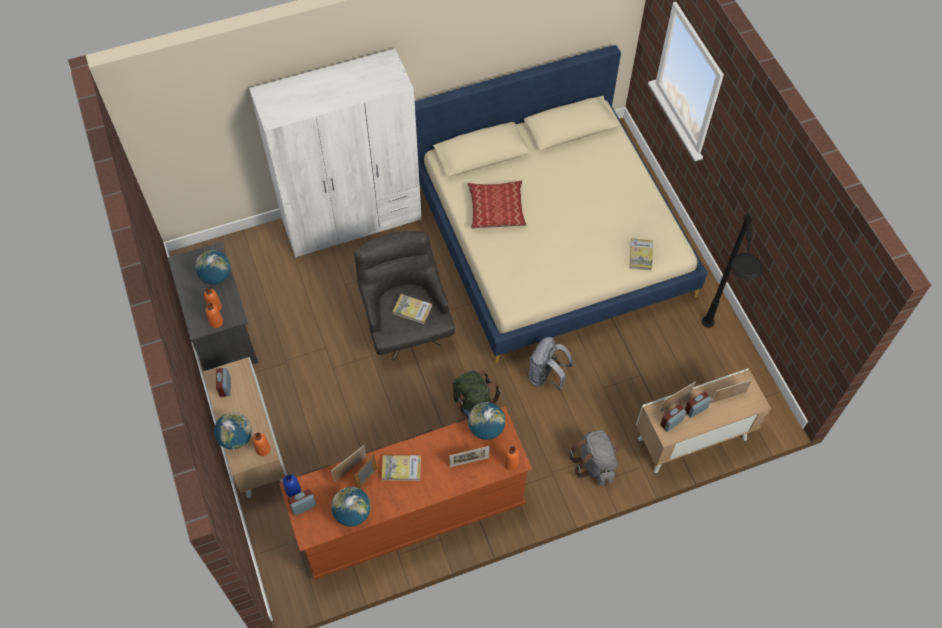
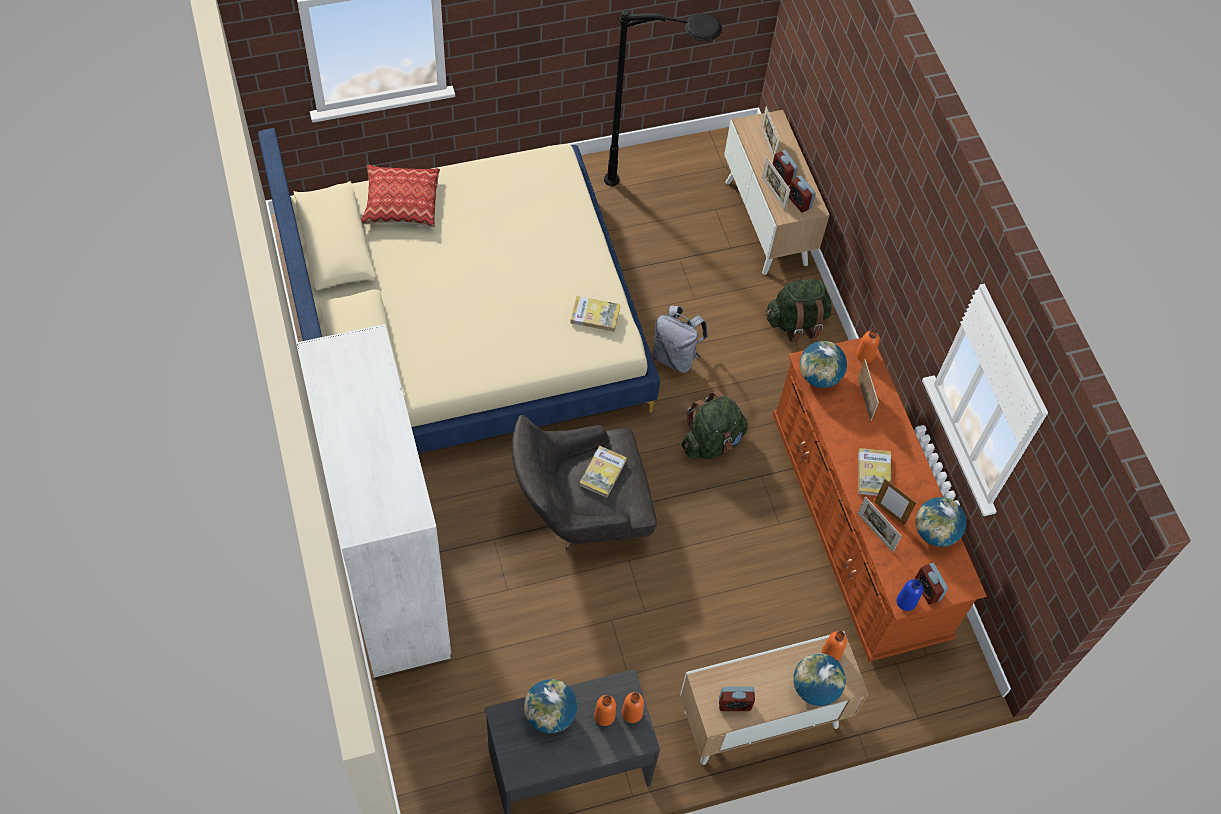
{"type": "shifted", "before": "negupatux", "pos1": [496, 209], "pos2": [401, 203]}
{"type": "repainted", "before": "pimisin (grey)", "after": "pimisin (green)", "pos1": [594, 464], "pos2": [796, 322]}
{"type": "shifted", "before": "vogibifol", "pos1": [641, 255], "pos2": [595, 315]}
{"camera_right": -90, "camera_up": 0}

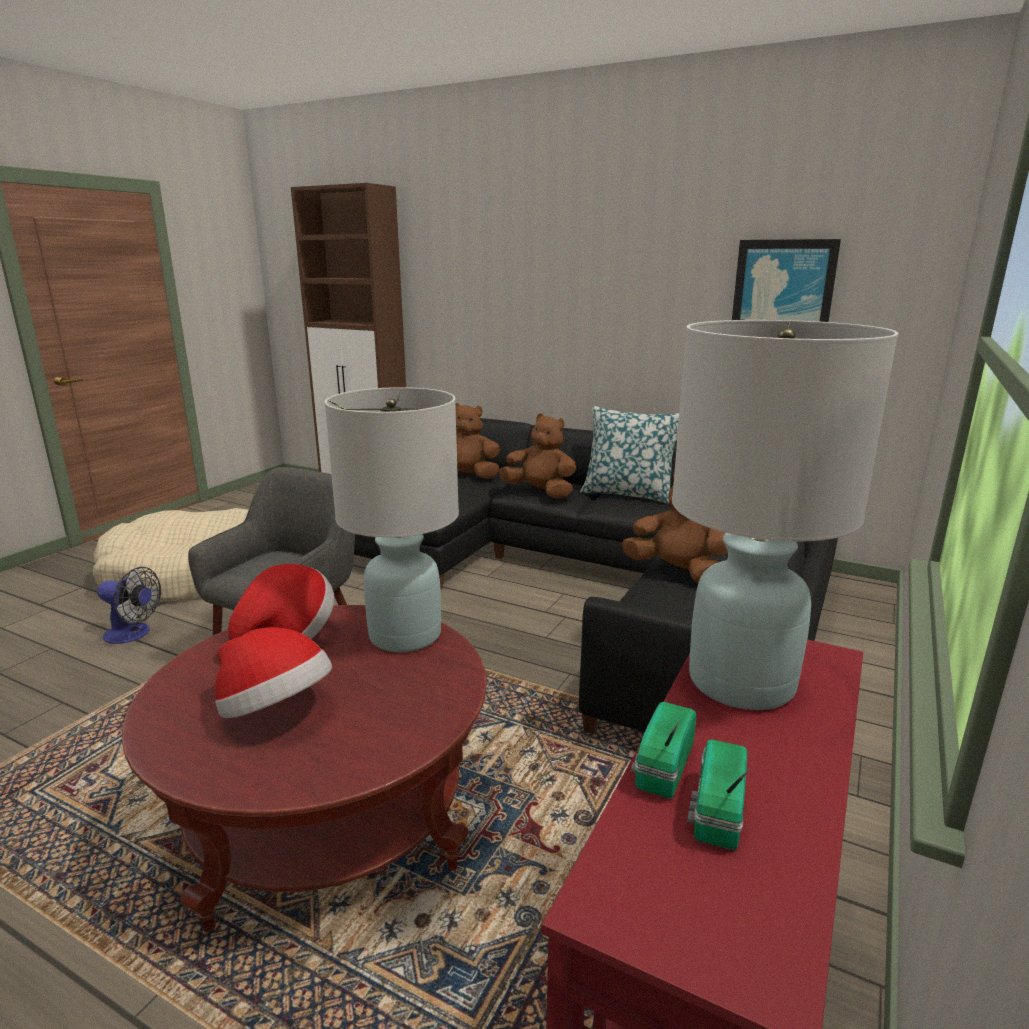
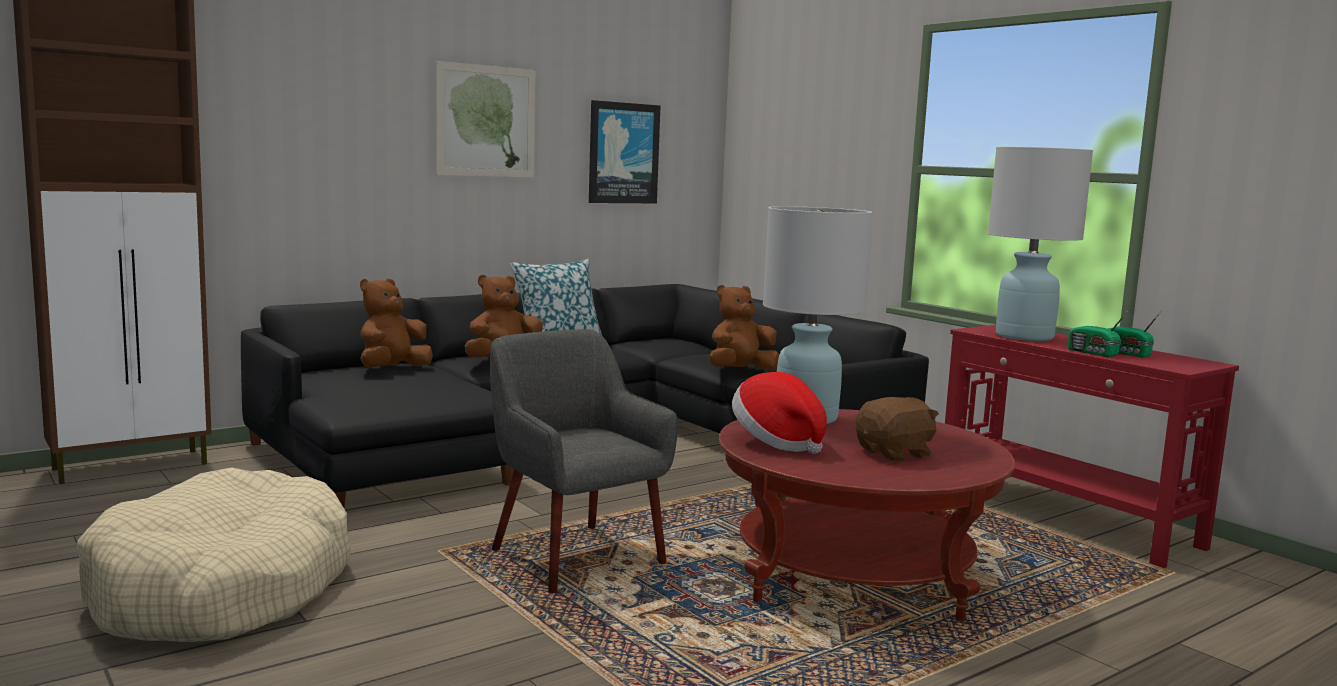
{"type": "gone", "before": "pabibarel", "pos1": [133, 634]}
{"type": "swapped", "before": "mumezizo", "after": "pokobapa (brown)", "pos1": [275, 710], "pos2": [895, 454]}
{"type": "new", "after": "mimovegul", "pos2": [486, 121]}
{"camera_right": -65, "camera_up": -10}

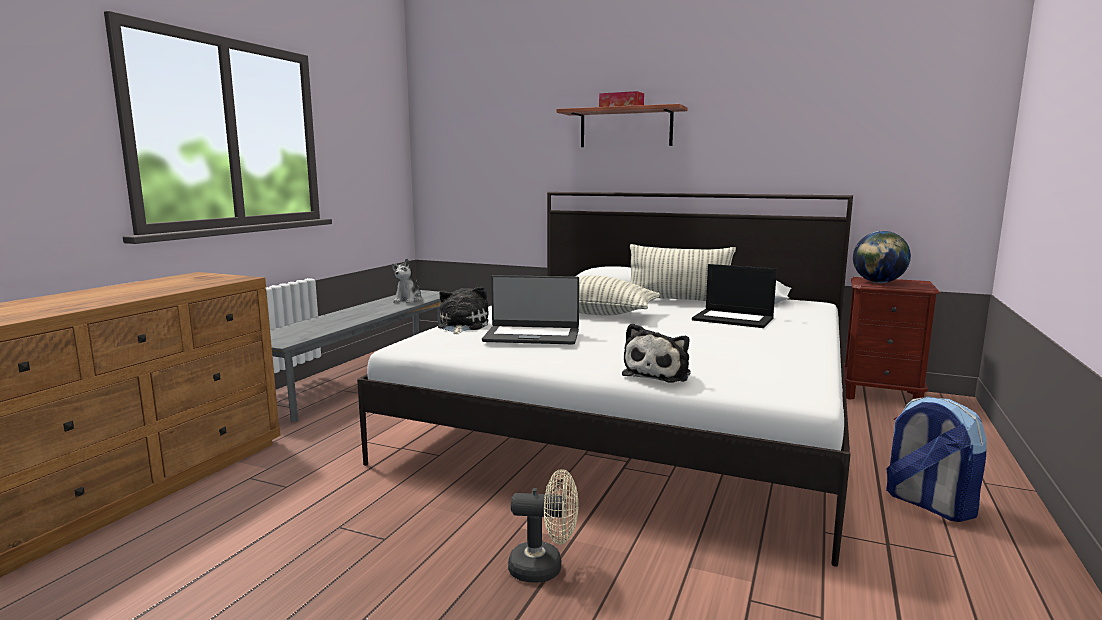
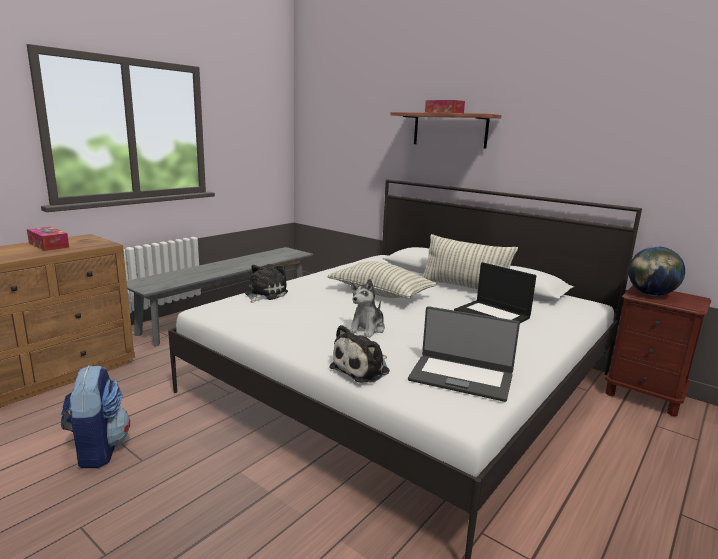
{"type": "shifted", "before": "pokobapa", "pos1": [408, 300], "pos2": [367, 329]}
{"type": "shifted", "before": "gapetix", "pos1": [532, 336], "pos2": [461, 377]}
{"type": "gone", "before": "pabibarel (beige)", "pos1": [544, 568]}
{"type": "shifted", "before": "pimisin", "pos1": [927, 504], "pos2": [98, 449]}
{"type": "new", "after": "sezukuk", "pos2": [48, 245]}
{"camera_right": 15, "camera_up": 5}

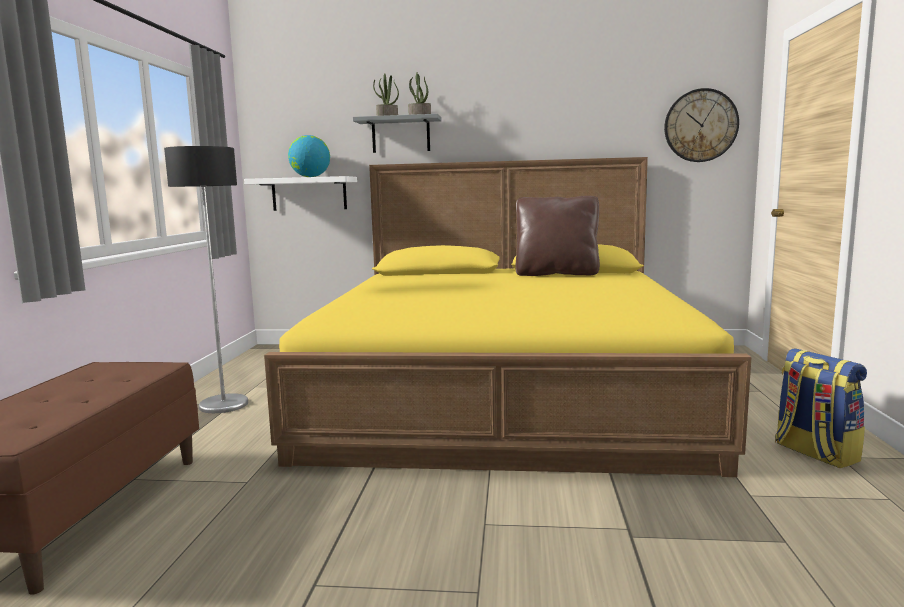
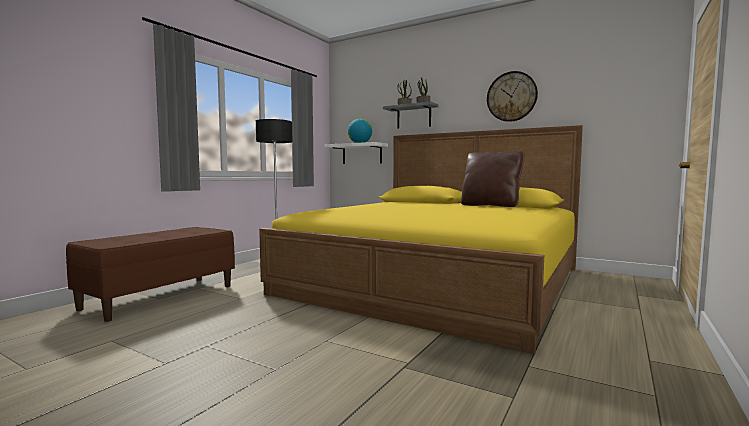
{"type": "shifted", "before": "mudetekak", "pos1": [700, 125], "pos2": [511, 96]}
{"type": "gone", "before": "pimisin", "pos1": [814, 453]}
{"camera_right": 25, "camera_up": -5}

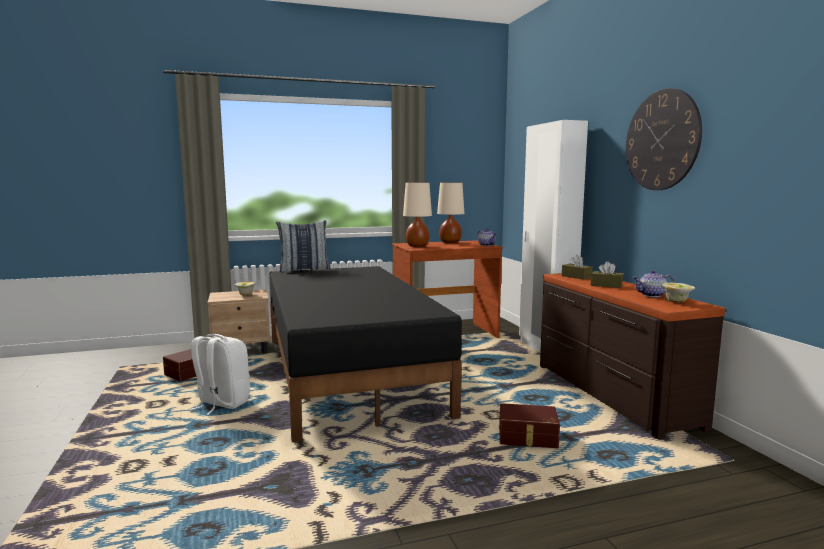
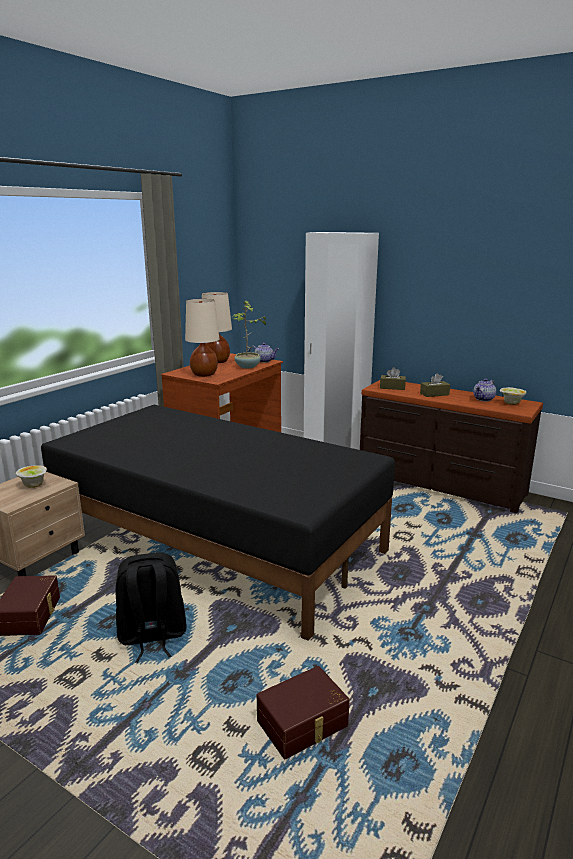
{"type": "repainted", "before": "pimisin (white)", "after": "pimisin (black)", "pos1": [221, 403], "pos2": [152, 636]}
{"type": "gone", "before": "negupatux", "pos1": [304, 269]}
{"type": "shifted", "before": "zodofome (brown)", "pos1": [528, 438], "pos2": [303, 725]}
{"type": "gone", "before": "mudetekak", "pos1": [661, 140]}
{"type": "new", "after": "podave", "pos2": [247, 367]}
{"camera_right": -40, "camera_up": 10}

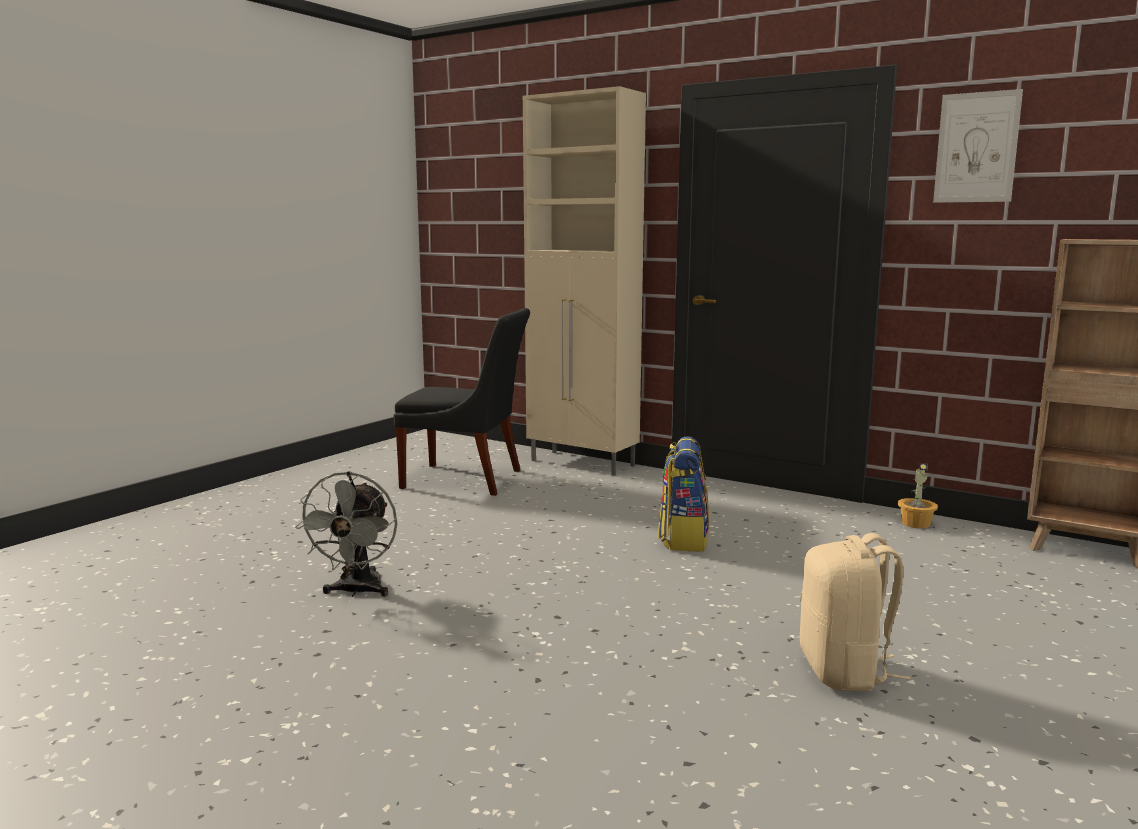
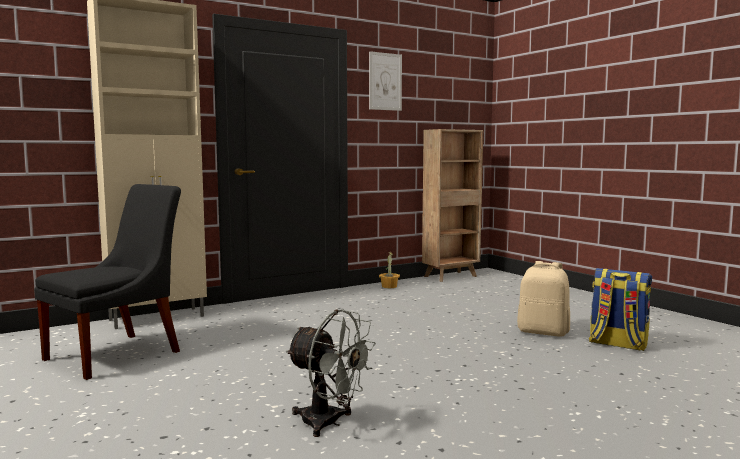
{"type": "shifted", "before": "pimisin", "pos1": [683, 539], "pos2": [617, 344]}
{"camera_right": -65, "camera_up": -5}

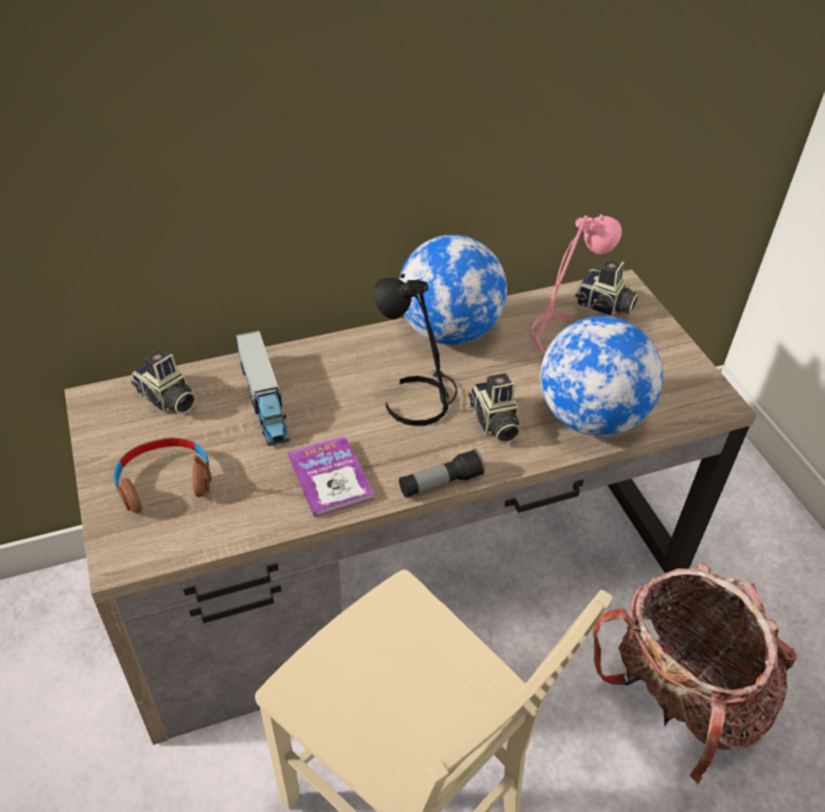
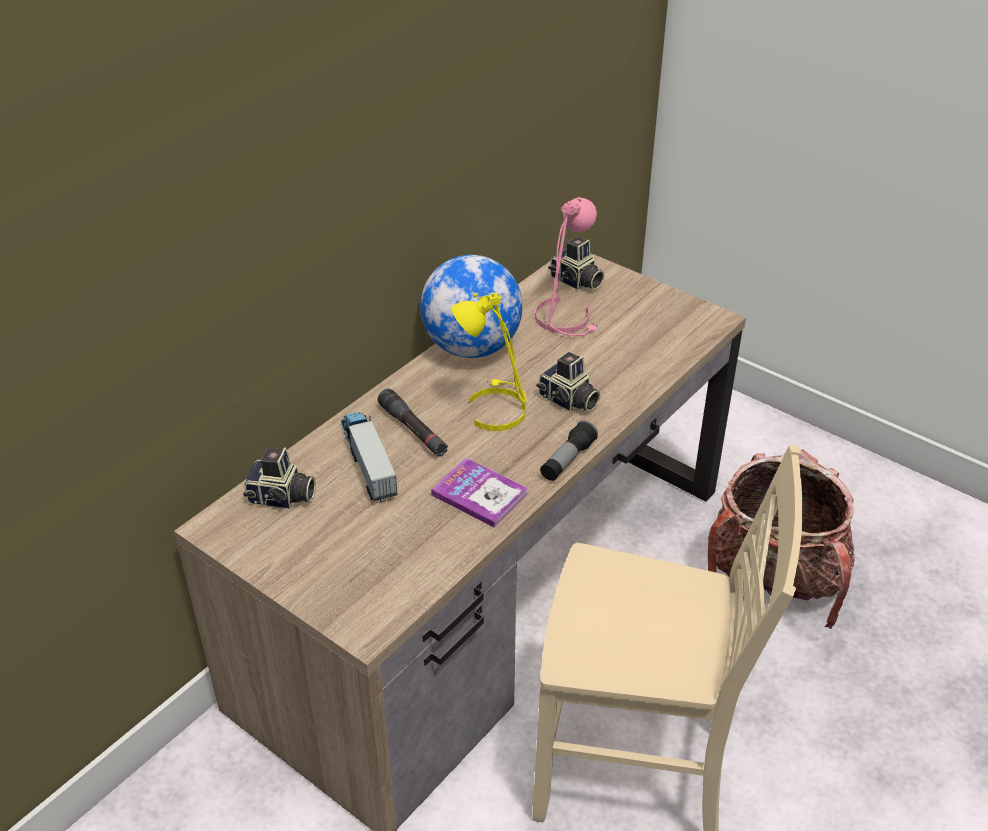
{"type": "gone", "before": "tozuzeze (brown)", "pos1": [164, 482]}
{"type": "rotated", "before": "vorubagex", "pos1": [264, 400], "pos2": [368, 462], "turn": -150}
{"type": "repainted", "before": "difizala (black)", "after": "difizala (yellow)", "pos1": [418, 399], "pos2": [495, 408]}
{"type": "gone", "before": "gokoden", "pos1": [590, 417]}
{"type": "rotated", "before": "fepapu", "pos1": [604, 307], "pos2": [576, 282], "turn": 45}
{"type": "new", "after": "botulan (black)", "pos2": [413, 430]}
{"camera_right": -30, "camera_up": -5}

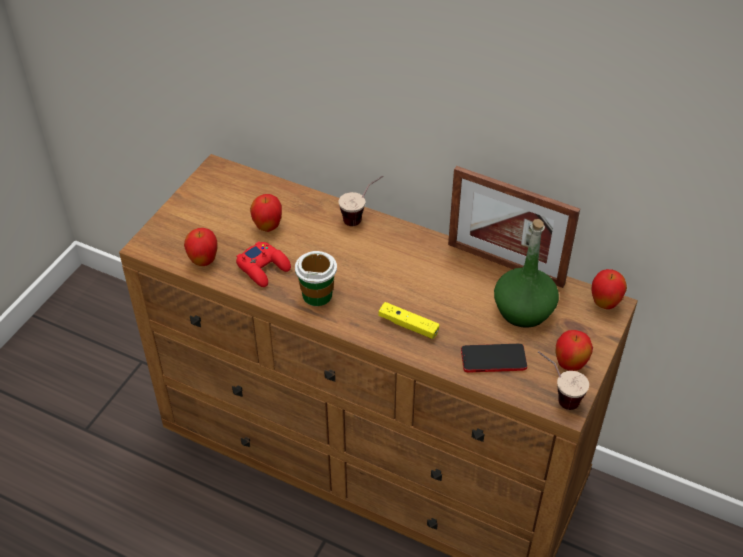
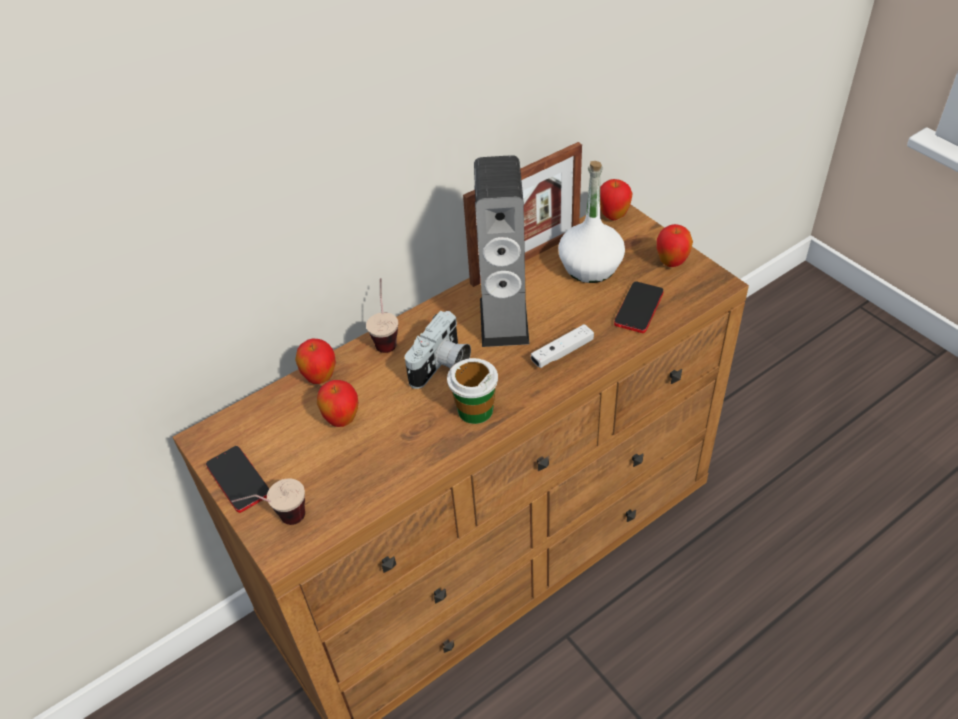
{"type": "shifted", "before": "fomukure", "pos1": [203, 261], "pos2": [320, 378]}
{"type": "gone", "before": "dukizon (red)", "pos1": [264, 268]}
{"type": "repainted", "before": "dukizon (yellow)", "after": "dukizon (white)", "pos1": [408, 325], "pos2": [562, 352]}
{"type": "repainted", "before": "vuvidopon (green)", "after": "vuvidopon (white)", "pos1": [524, 310], "pos2": [590, 267]}
{"type": "shifted", "before": "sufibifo", "pos1": [557, 396], "pos2": [278, 521]}
{"type": "new", "after": "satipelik", "pos2": [238, 479]}
{"type": "new", "after": "fepapu", "pos2": [442, 367]}
{"type": "new", "after": "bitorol", "pos2": [504, 320]}
{"camera_right": -60, "camera_up": 0}

